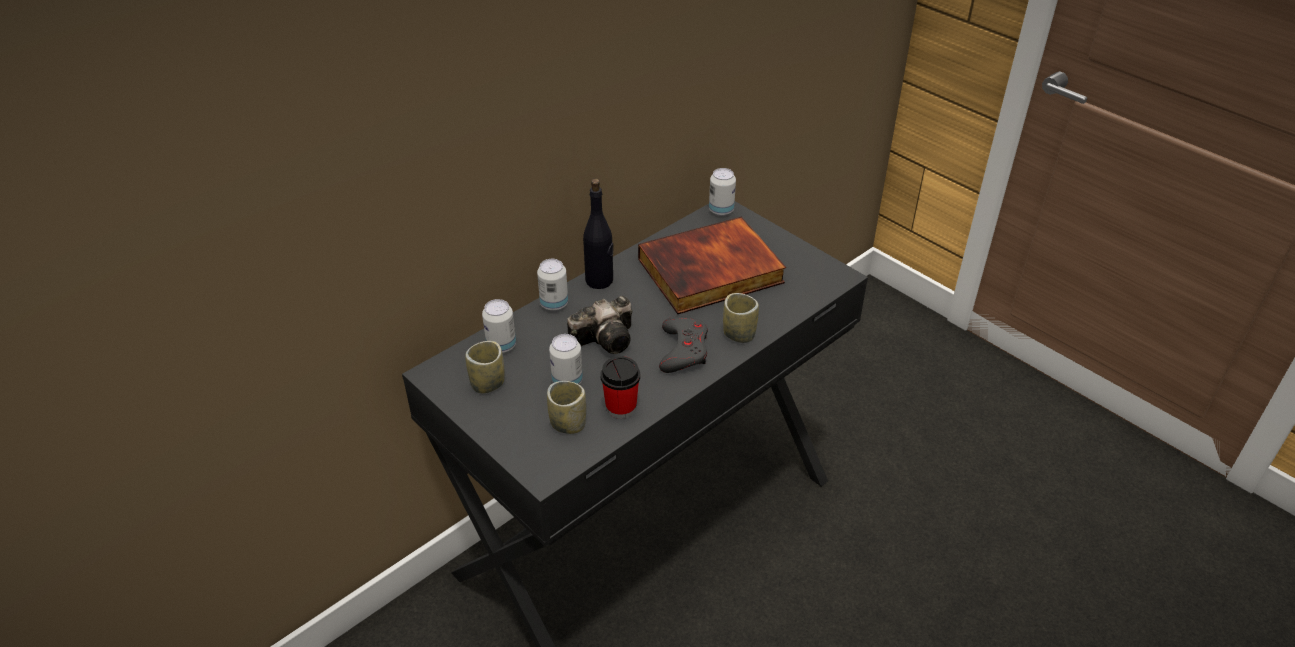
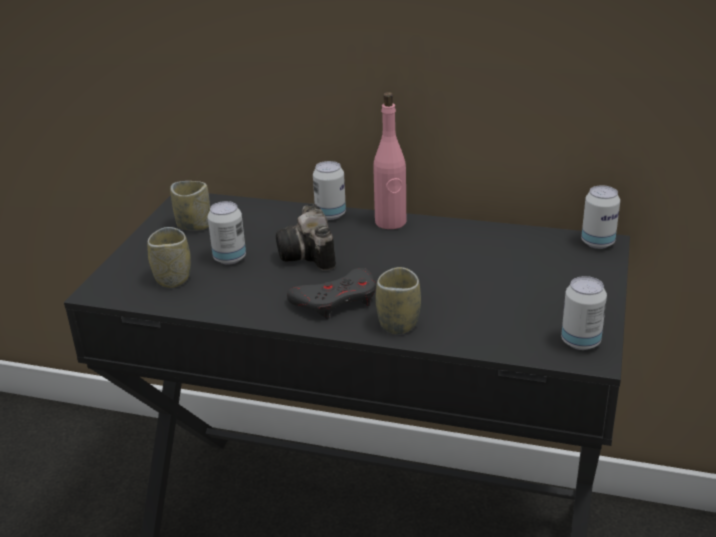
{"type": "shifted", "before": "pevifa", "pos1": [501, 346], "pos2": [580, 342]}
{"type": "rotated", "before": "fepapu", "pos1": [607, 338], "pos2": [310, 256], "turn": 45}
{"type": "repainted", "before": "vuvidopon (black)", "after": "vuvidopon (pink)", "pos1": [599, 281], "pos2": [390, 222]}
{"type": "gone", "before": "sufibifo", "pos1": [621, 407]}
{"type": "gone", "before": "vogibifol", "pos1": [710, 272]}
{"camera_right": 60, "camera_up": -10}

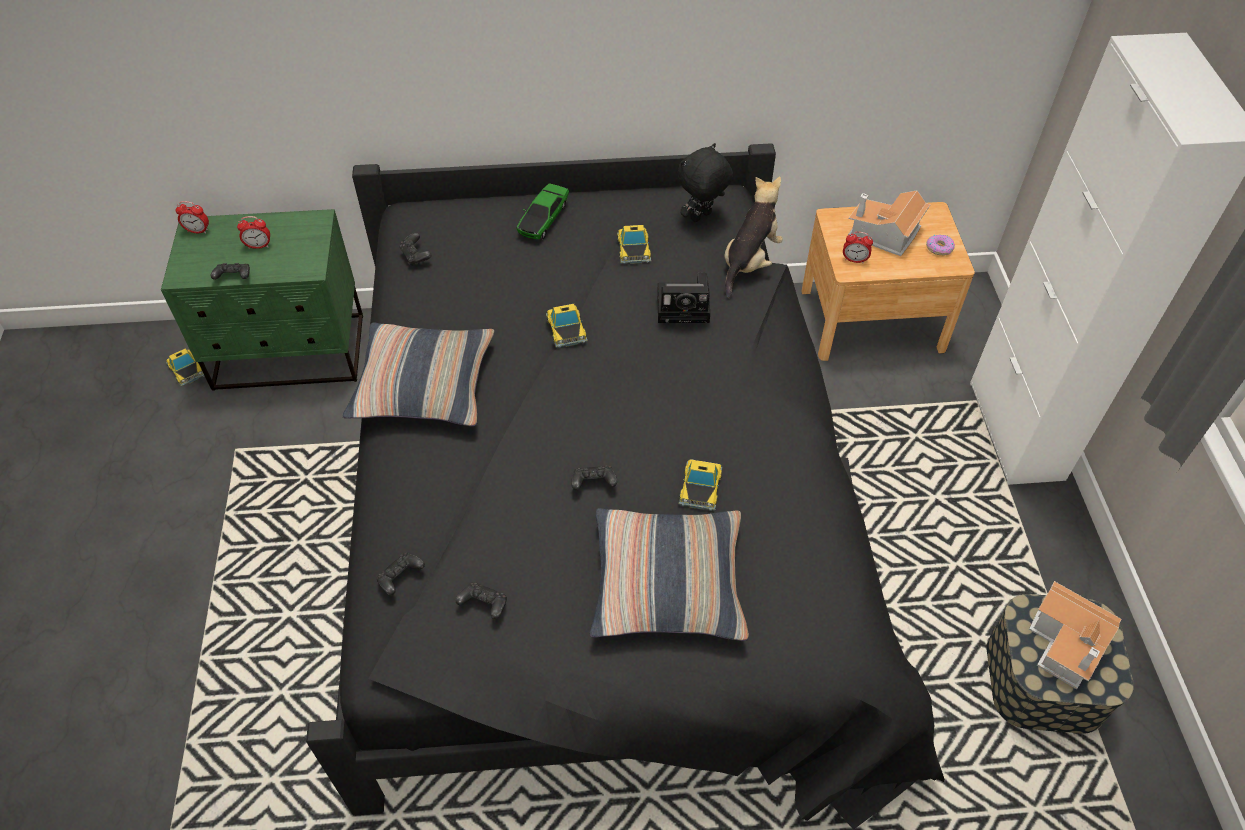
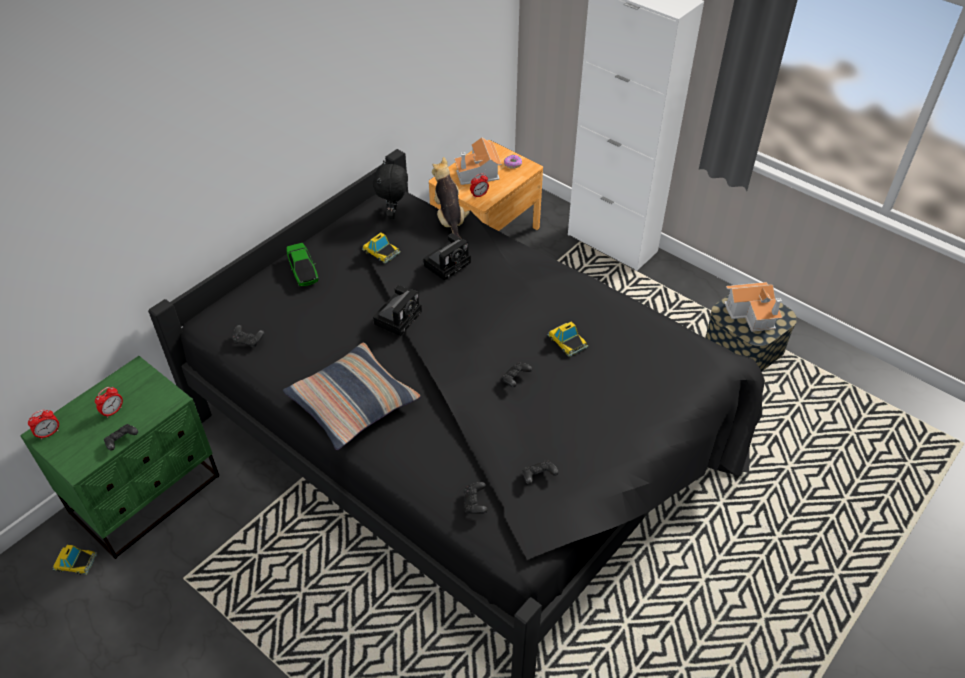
{"type": "swapped", "before": "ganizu", "after": "fepapu", "pos1": [566, 328], "pos2": [398, 316]}
{"type": "gone", "before": "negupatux", "pos1": [668, 583]}
{"camera_right": -45, "camera_up": -5}

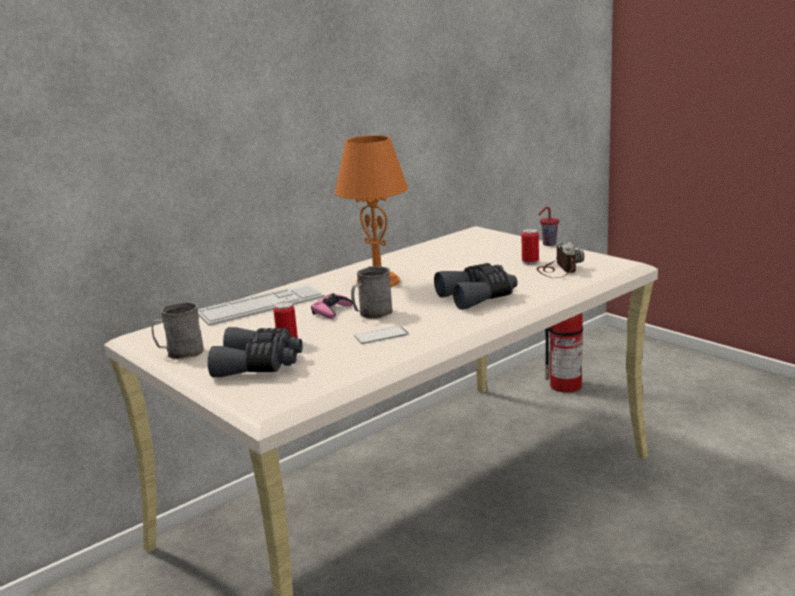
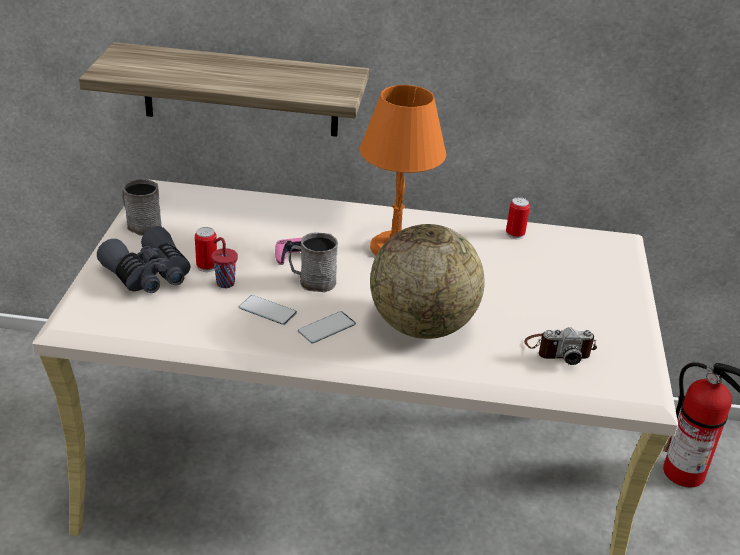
{"type": "gone", "before": "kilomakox", "pos1": [260, 305]}
{"type": "swapped", "before": "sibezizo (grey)", "after": "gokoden", "pos1": [478, 296], "pos2": [422, 326]}
{"type": "shifted", "before": "pevifa", "pos1": [530, 262], "pos2": [515, 234]}
{"type": "rotated", "before": "fepapu", "pos1": [558, 270], "pos2": [559, 349], "turn": 45}
{"type": "shifted", "before": "sufibifo (red)", "pos1": [548, 244], "pos2": [224, 283]}
{"type": "new", "after": "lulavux", "pos2": [240, 90]}
{"type": "new", "after": "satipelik", "pos2": [326, 328]}
{"camera_right": 45, "camera_up": 15}

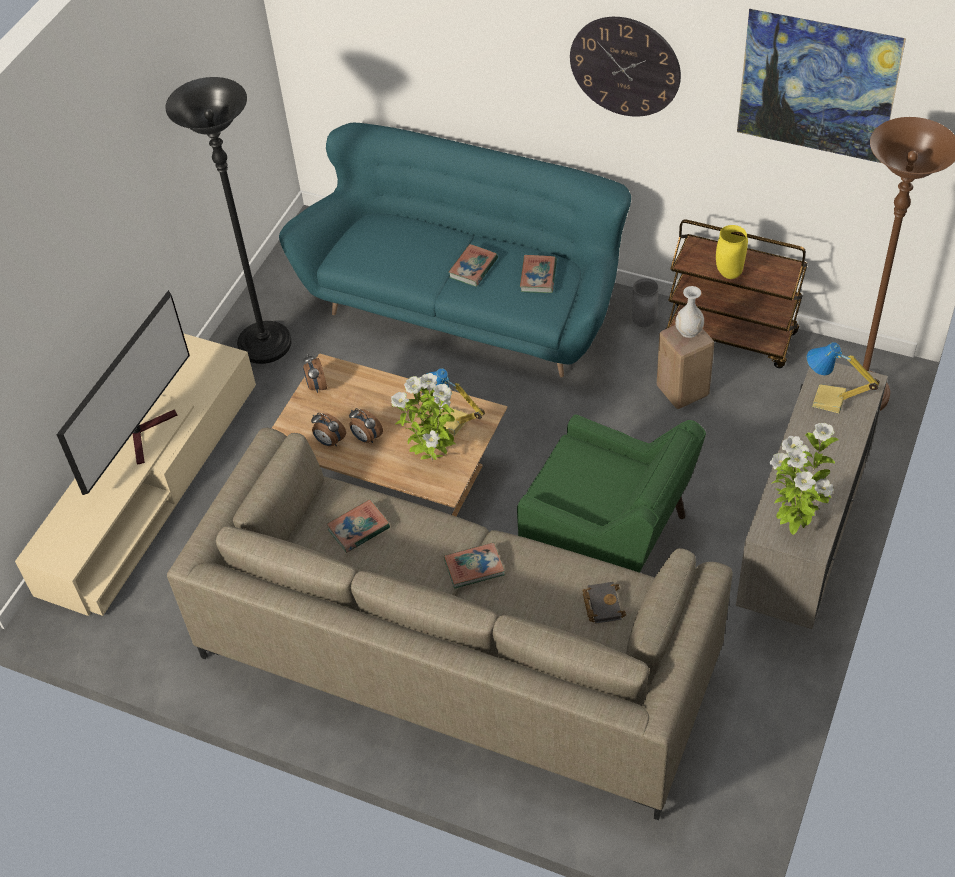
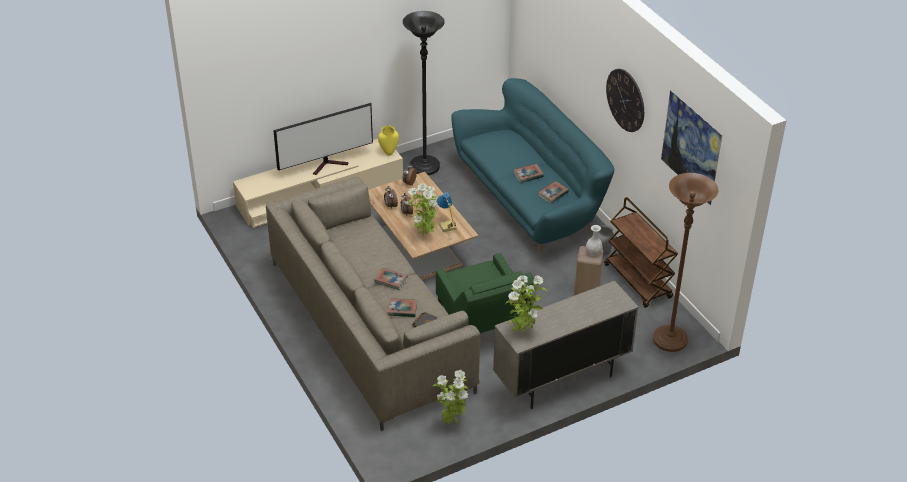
{"type": "shifted", "before": "vogibifol", "pos1": [358, 529], "pos2": [402, 309]}
{"type": "shifted", "before": "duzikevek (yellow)", "pos1": [728, 274], "pos2": [389, 153]}
{"type": "gone", "before": "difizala", "pos1": [829, 401]}
{"type": "new", "after": "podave", "pos2": [452, 422]}
{"camera_right": 35, "camera_up": -10}

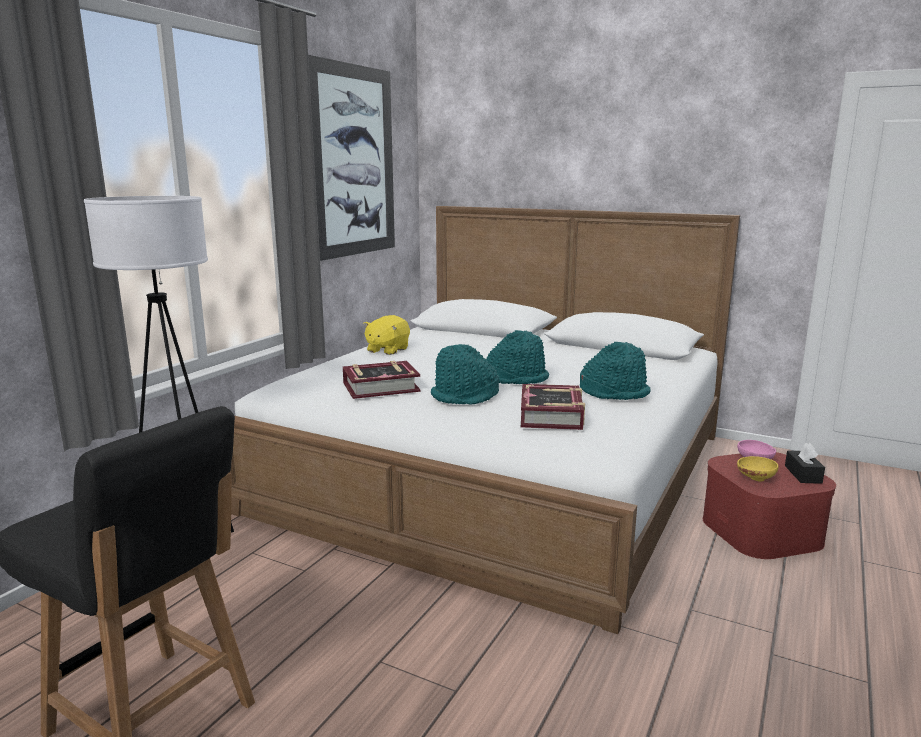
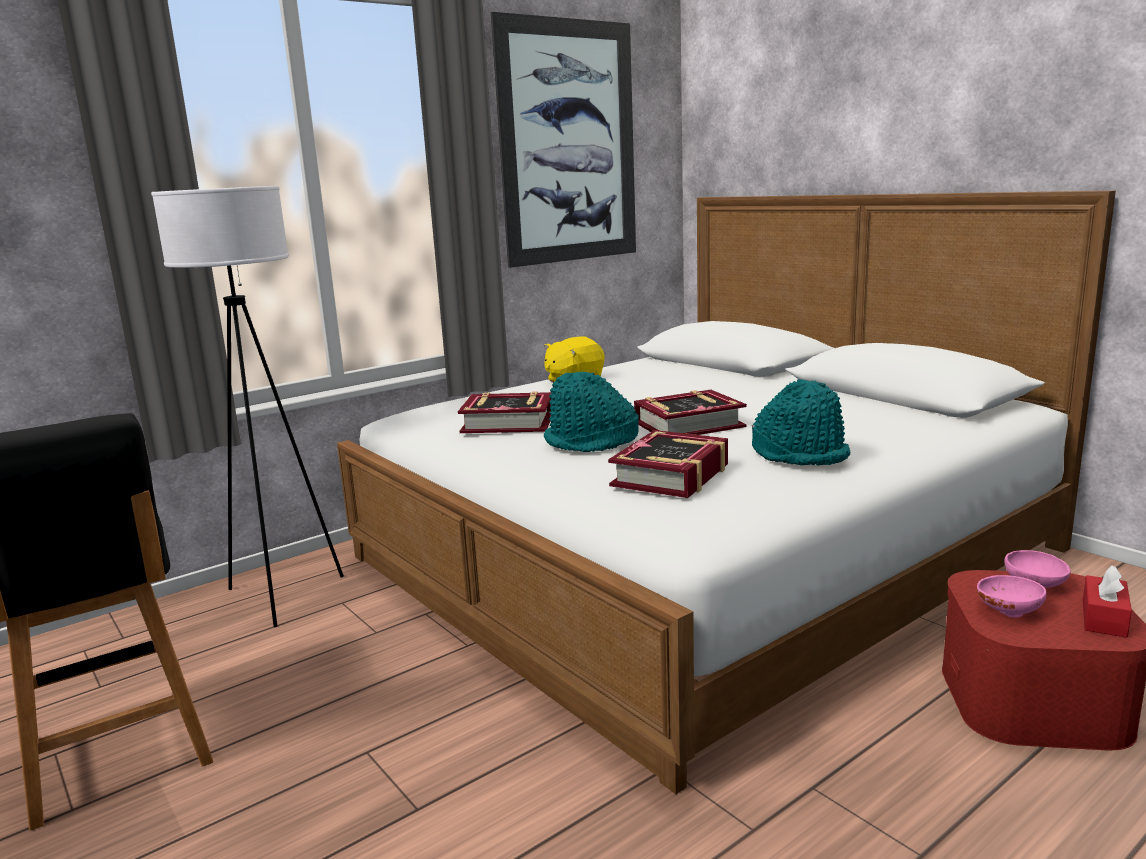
{"type": "swapped", "before": "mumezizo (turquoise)", "after": "vogibifol", "pos1": [517, 378], "pos2": [688, 425]}
{"type": "repainted", "before": "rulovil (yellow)", "after": "rulovil (pink)", "pos1": [755, 478], "pos2": [1007, 611]}
{"type": "repainted", "before": "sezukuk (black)", "after": "sezukuk (red)", "pos1": [803, 474], "pos2": [1104, 618]}
{"camera_right": 25, "camera_up": 0}

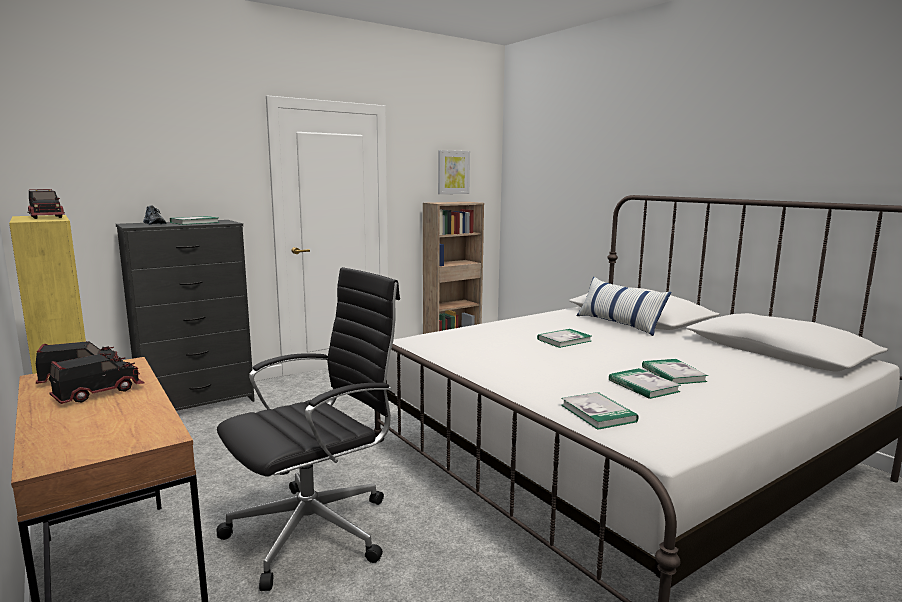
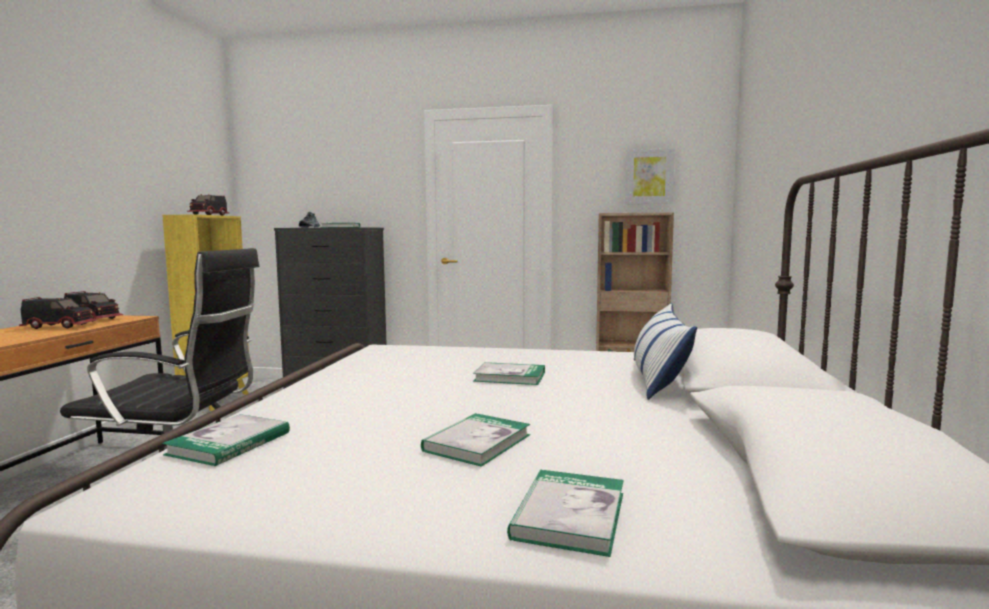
{"type": "shifted", "before": "vogibifol", "pos1": [643, 386], "pos2": [569, 515]}
{"camera_right": 45, "camera_up": -5}

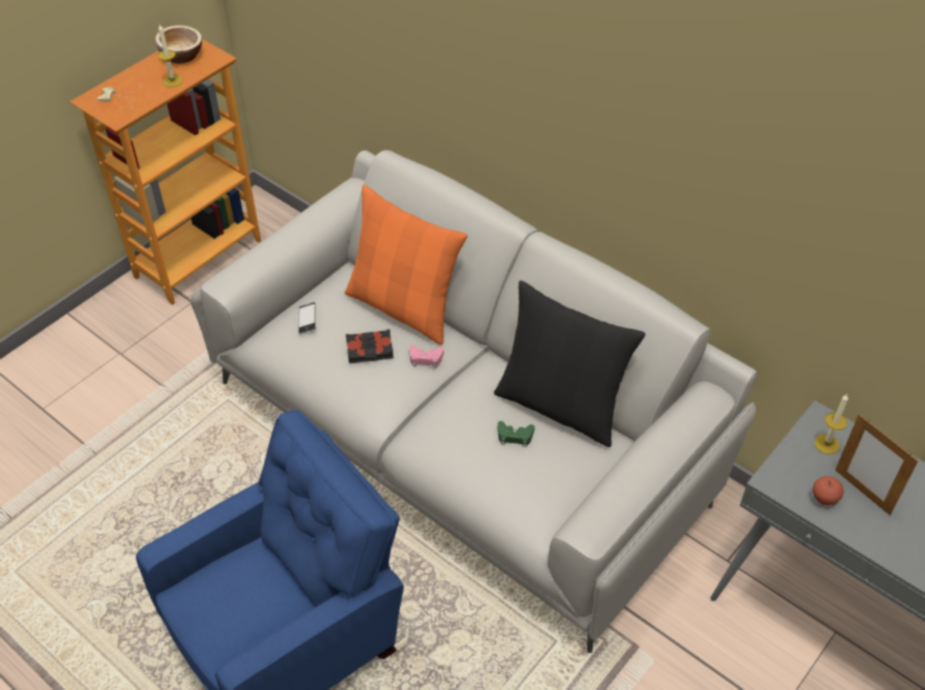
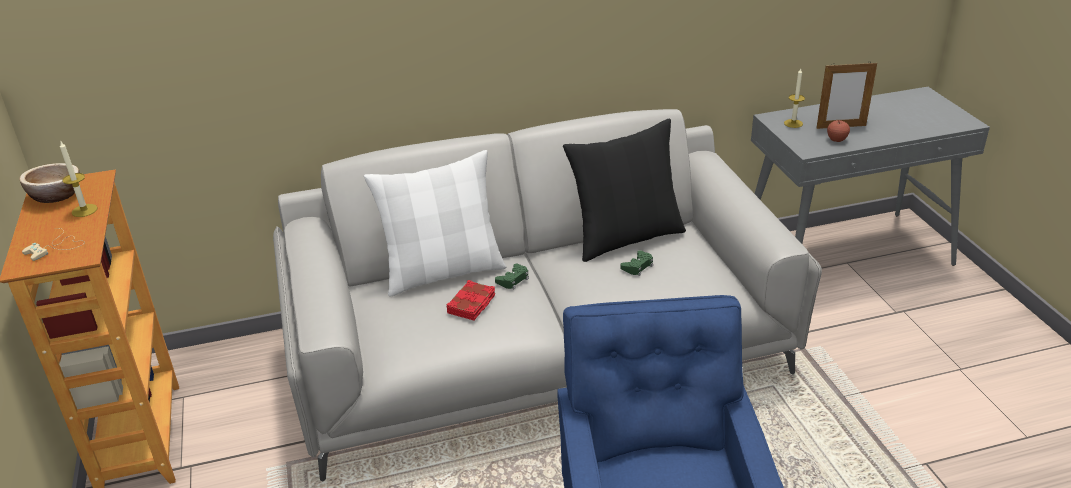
{"type": "gone", "before": "satipelik", "pos1": [307, 320]}
{"type": "repainted", "before": "negupatux (orange)", "after": "negupatux (white)", "pos1": [403, 307], "pos2": [443, 272]}
{"type": "repainted", "before": "vogibifol (black)", "after": "vogibifol (red)", "pos1": [370, 350], "pos2": [472, 304]}
{"type": "repainted", "before": "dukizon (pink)", "after": "dukizon (green)", "pos1": [425, 358], "pos2": [513, 280]}
{"camera_right": -55, "camera_up": -15}

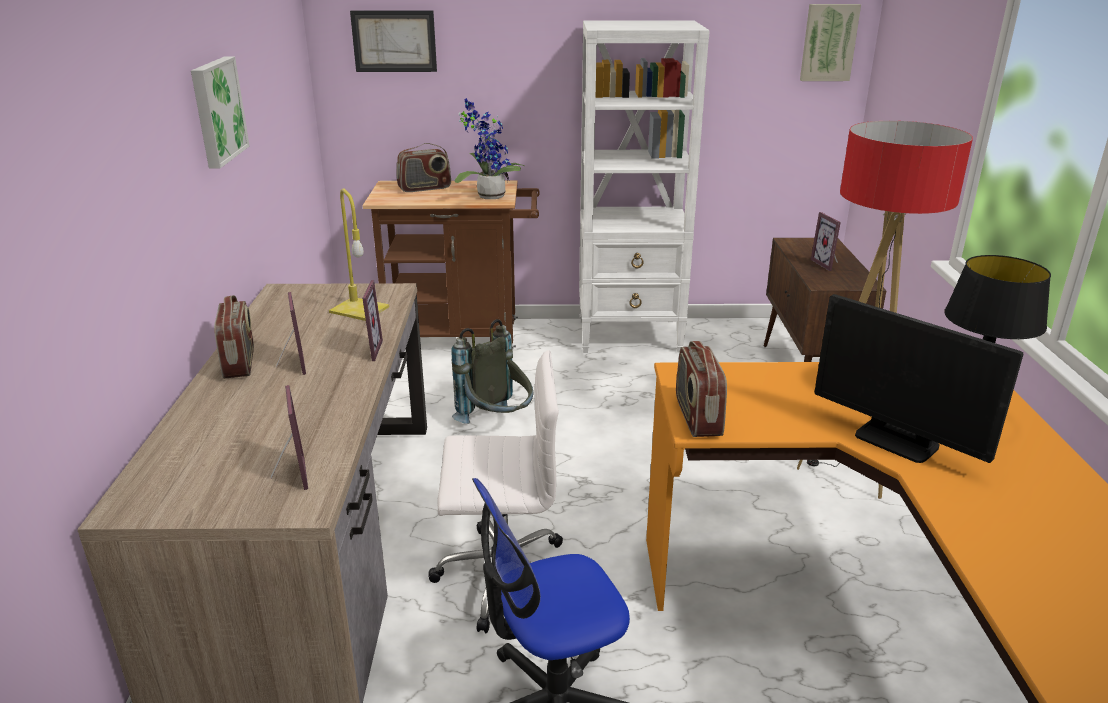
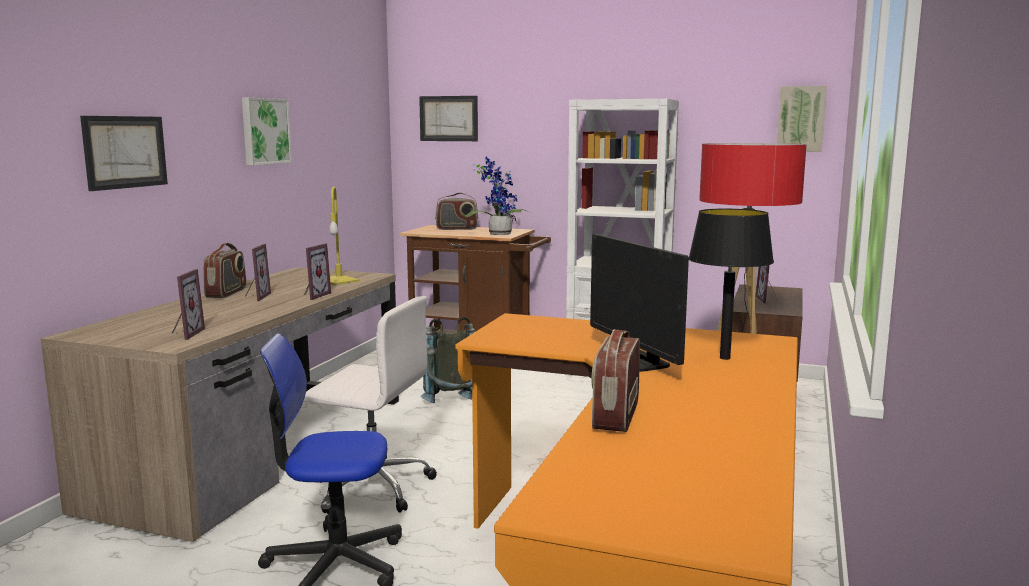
{"type": "shifted", "before": "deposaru", "pos1": [697, 417], "pos2": [615, 416]}
{"type": "new", "after": "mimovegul", "pos2": [125, 152]}
{"camera_right": 20, "camera_up": -15}

